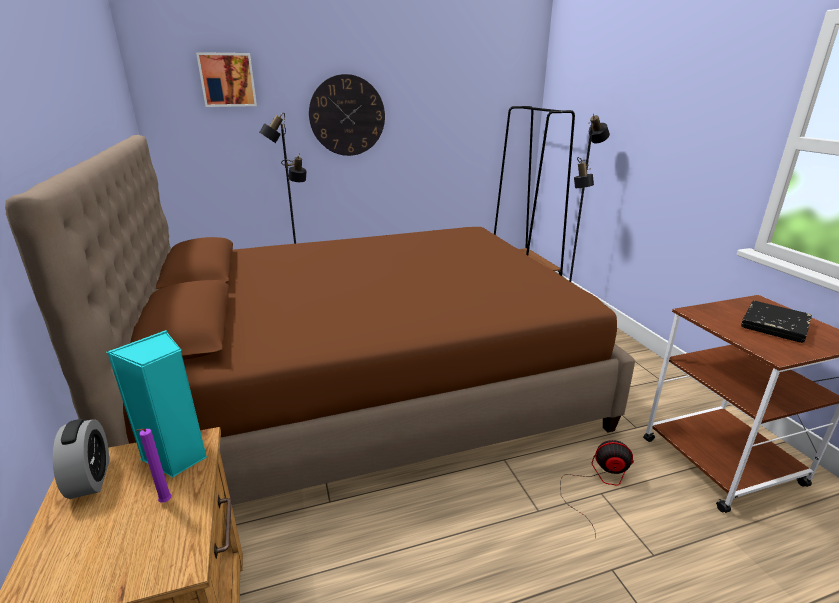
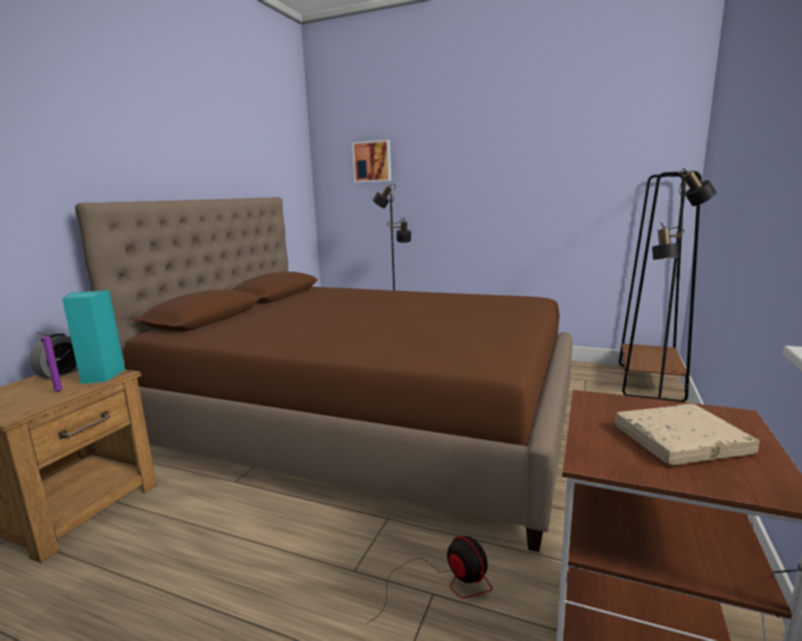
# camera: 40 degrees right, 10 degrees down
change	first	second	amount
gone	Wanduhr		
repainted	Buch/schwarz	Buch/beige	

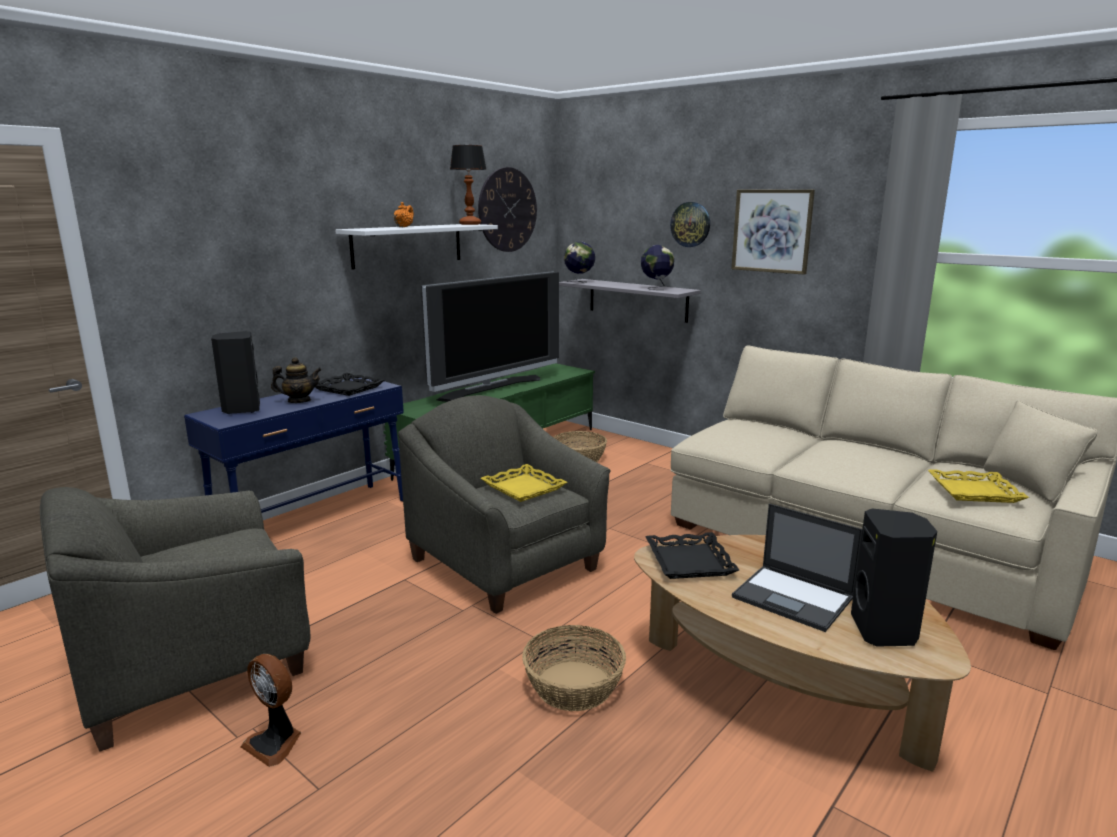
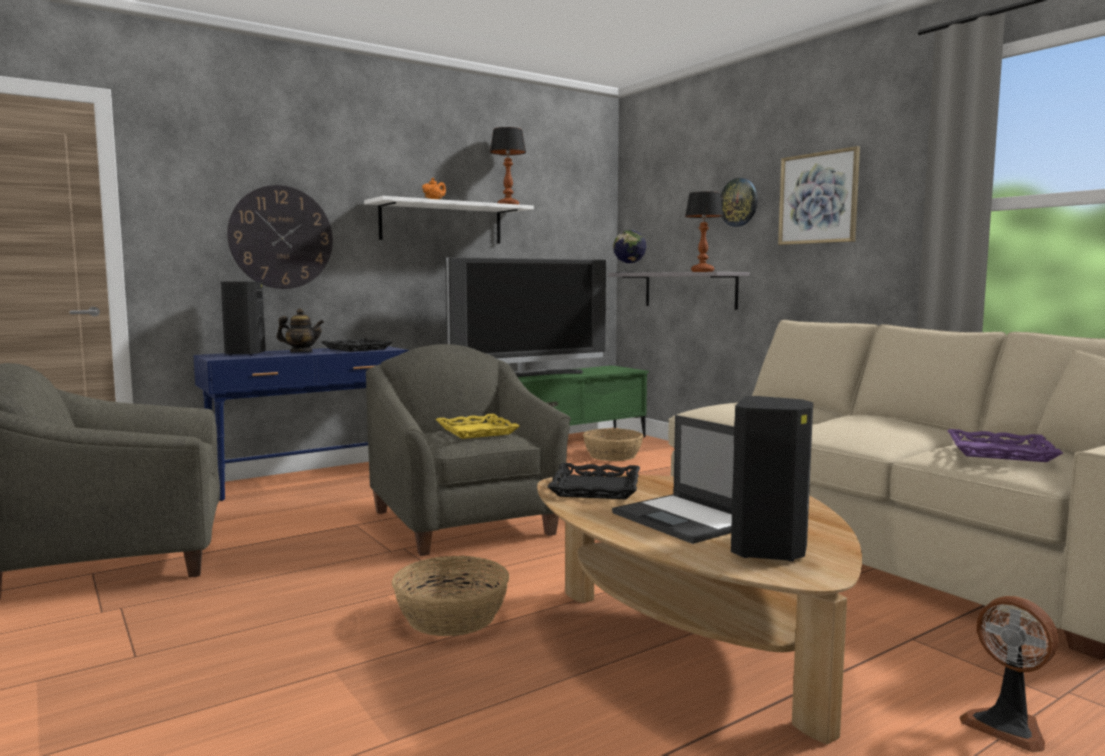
# camera: 15 degrees right, 10 degrees down
change	first	second	amount
shifted	Wanduhr (no. 1 from left)		
swapped	Globus (no. 2 from left)	Tischlampe (no. 2 from left)	
repainted	Tablett/gelb (no. 2 from left)	Tablett/lila	
shifted	Ventilator		

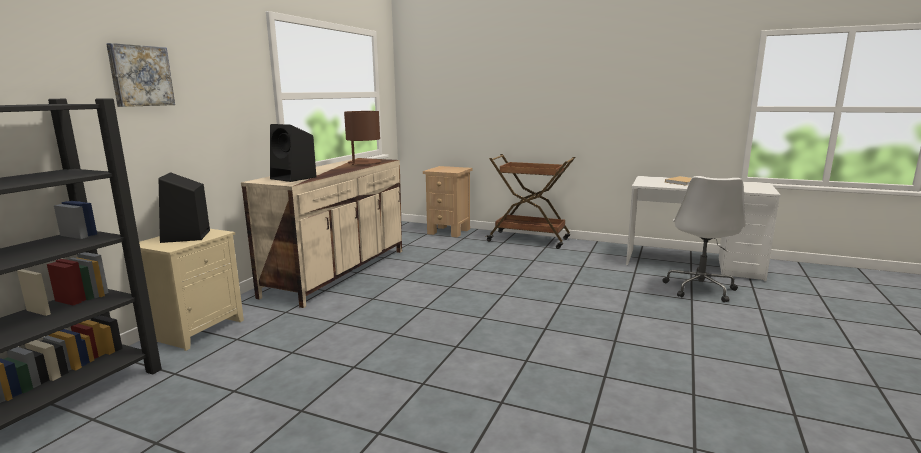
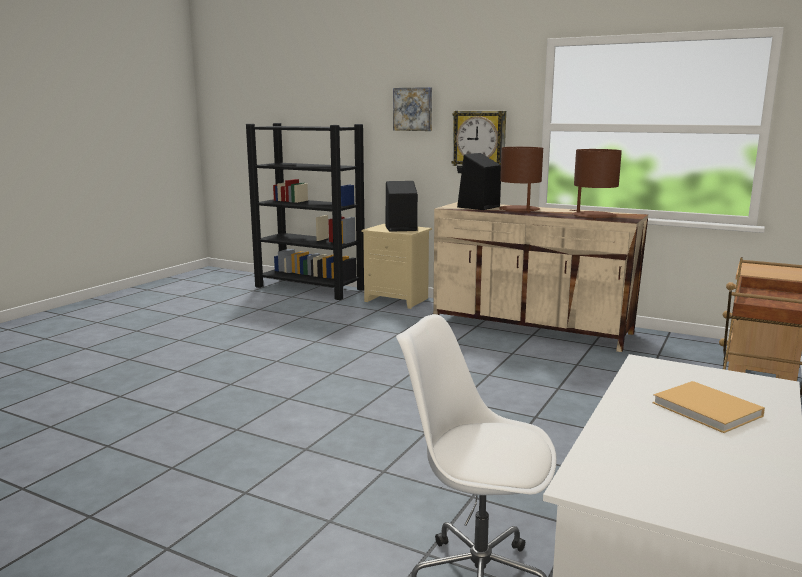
# camera: 95 degrees right, 0 degrees up
change	first	second	amount
new		Wanduhr	
new		Tischlampe/braun (no. 1 from left)	

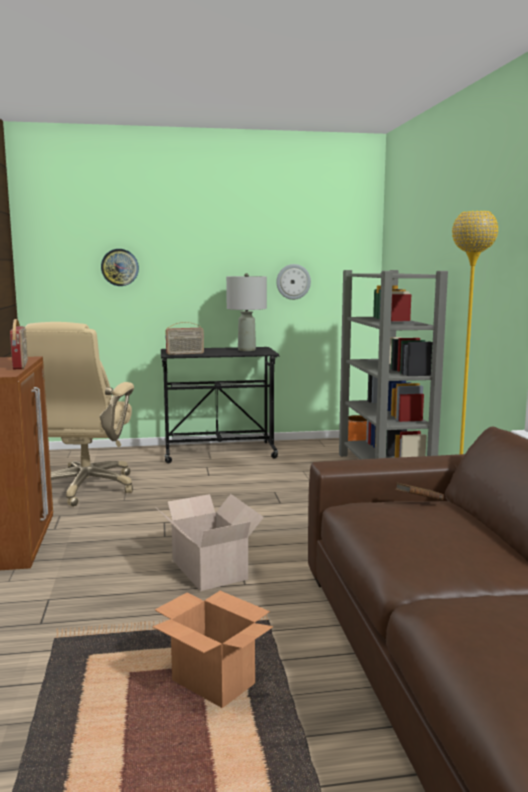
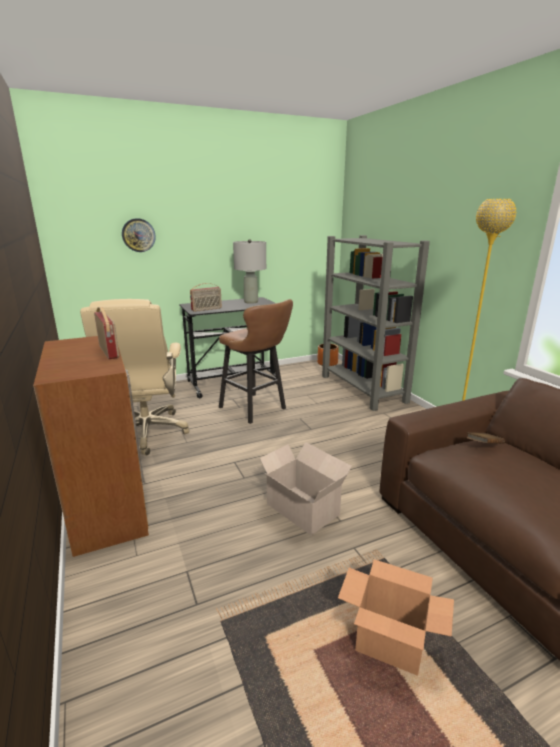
# camera: 15 degrees left, 10 degrees up
change	first	second	amount
gone	Wanduhr (no. 2 from left)		
new		Hocker/braun	

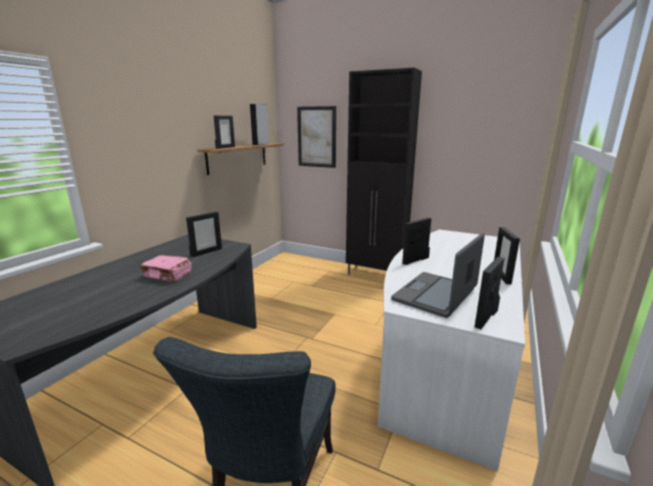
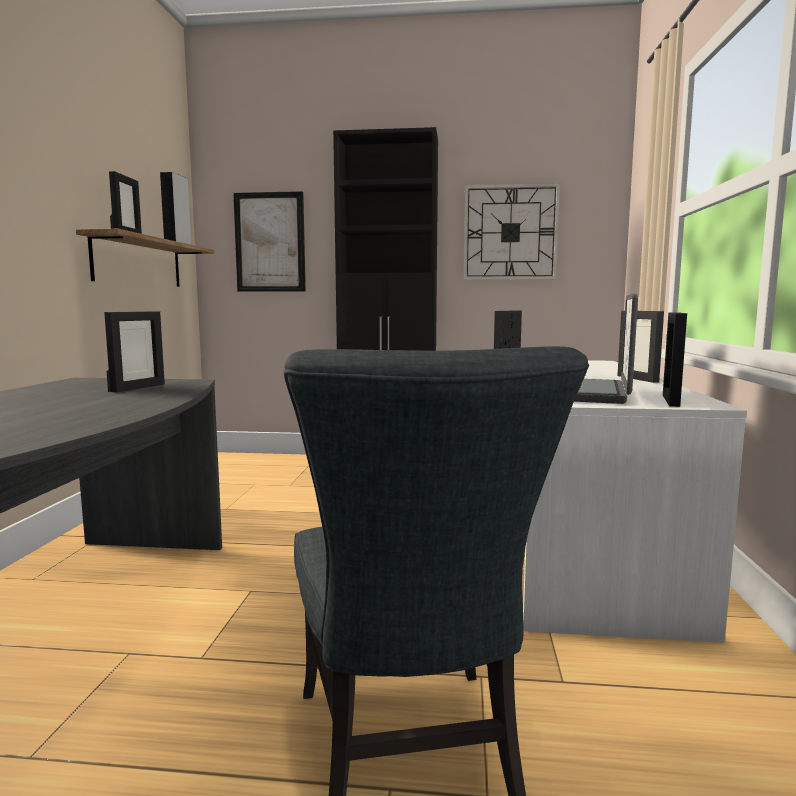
# camera: 20 degrees left, 10 degrees down
change	first	second	amount
gone	Buch/rosa		
new		Wanduhr	

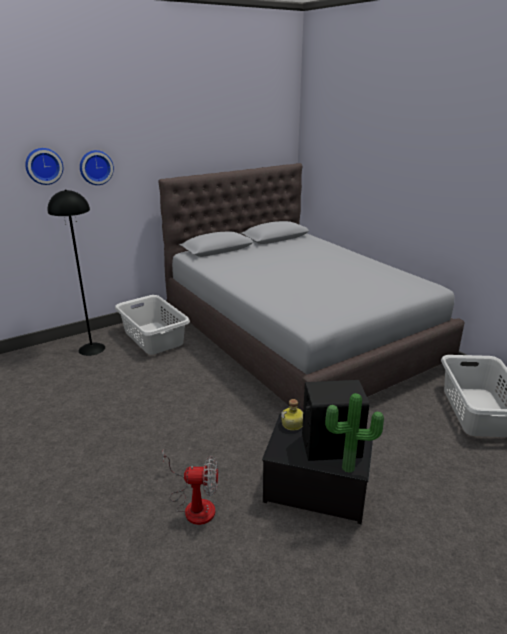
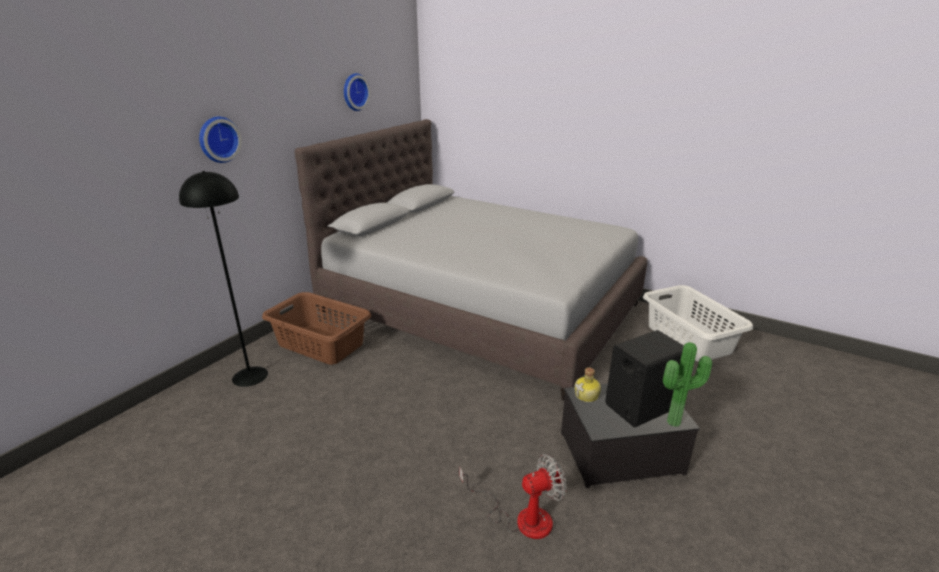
# camera: 25 degrees left, 0 degrees up
change	first	second	amount
shifted	Wanduhr (no. 1 from left in the first image)	Wanduhr (no. 2 from left)	
repainted	Wäschekorb/grau (no. 1 from left)	Wäschekorb/braun	

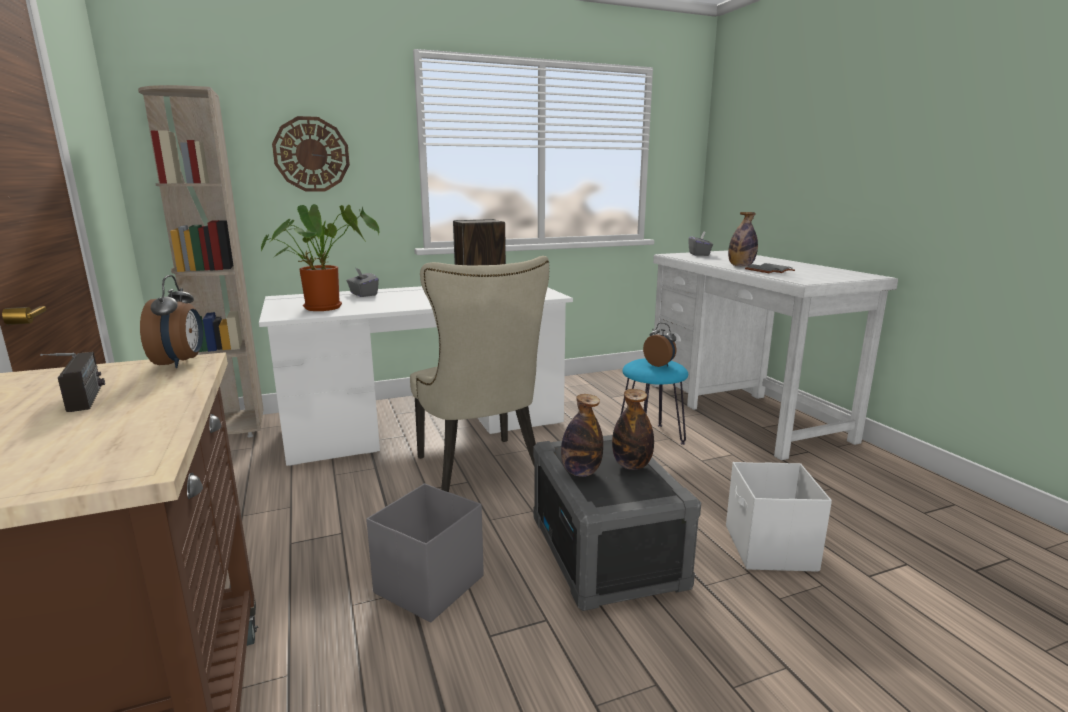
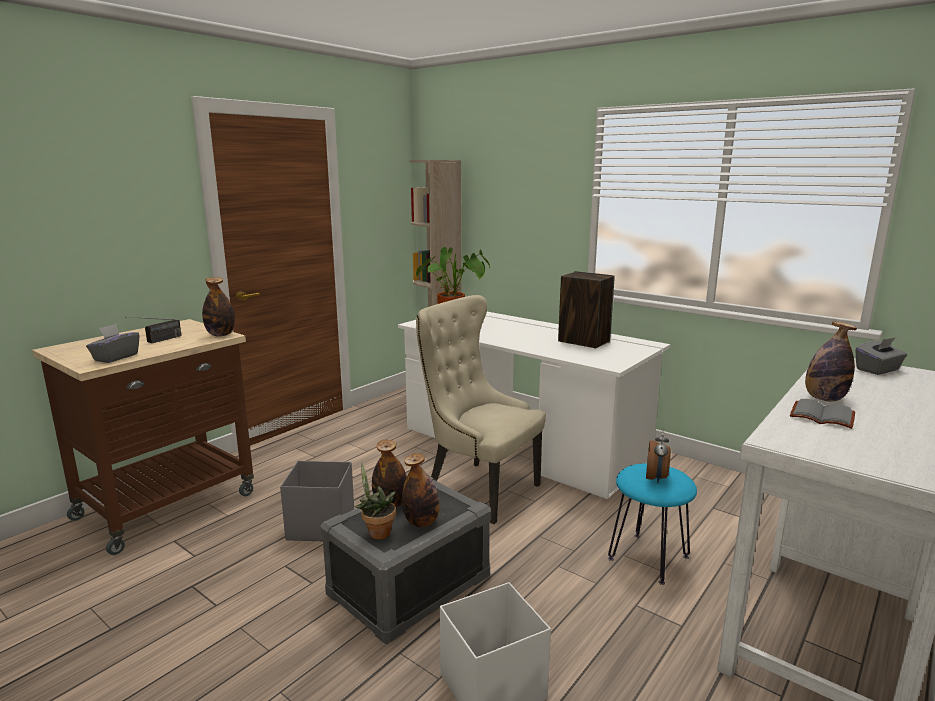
# camera: 60 degrees right, 0 degrees up
change	first	second	amount
gone	Wanduhr		
rotated	Stuhl/beige		90 degrees clockwise
shifted	Taschentuchbox/grau (no. 1 from left)		
swapped	Wecker (no. 1 from left)	Flasche (no. 1 from left)	
new		Topfpflanze (no. 1 from left)	

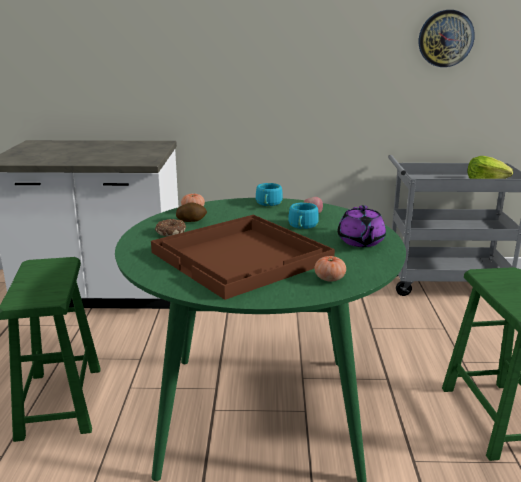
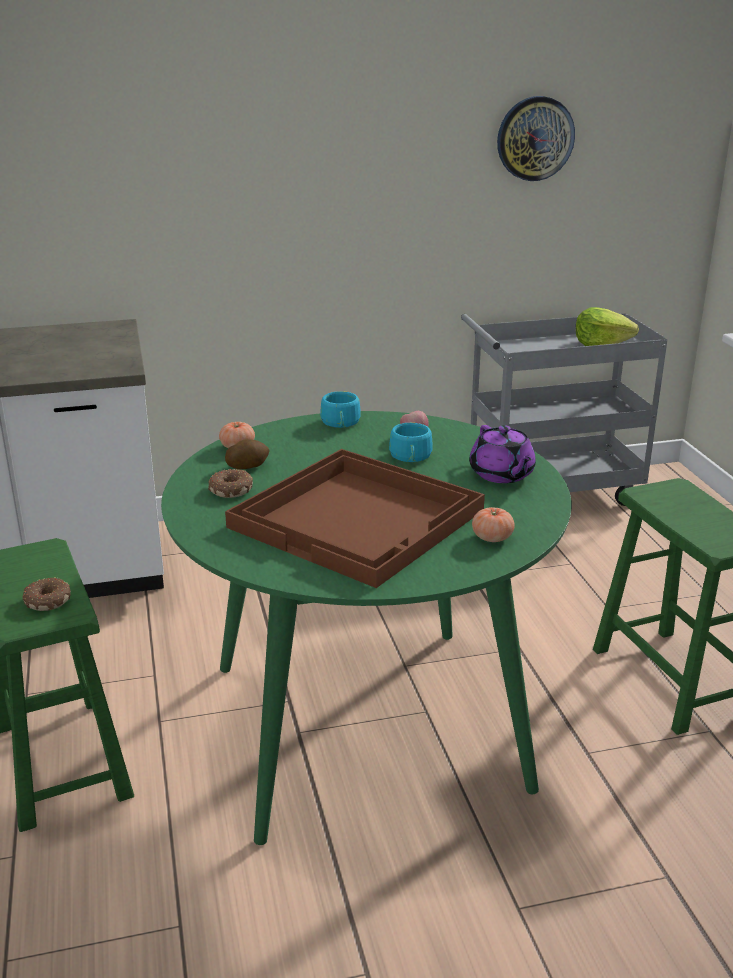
# camera: 15 degrees left, 5 degrees up
change	first	second	amount
new		Donut (no. 1 from left)	

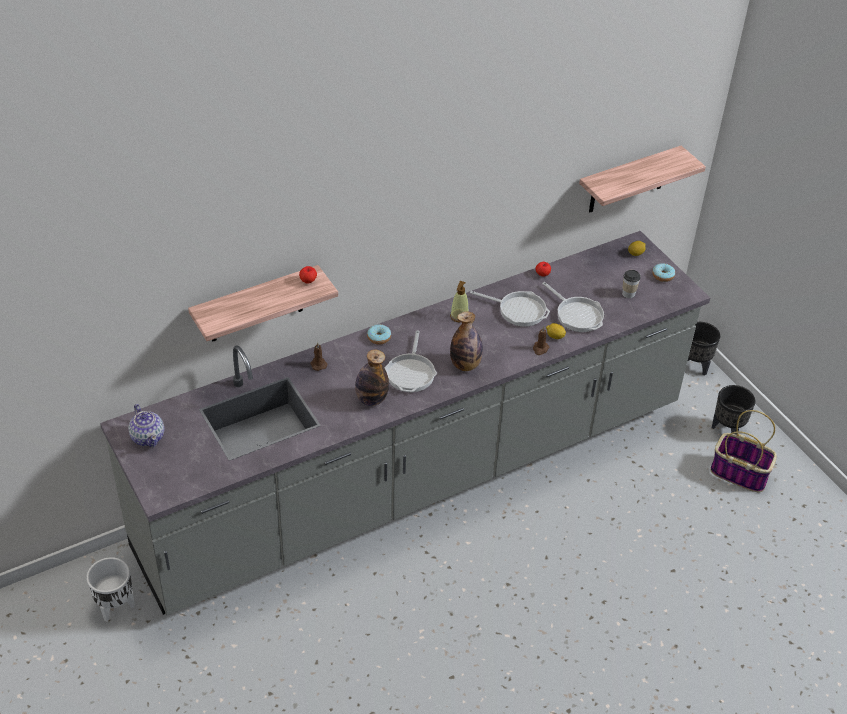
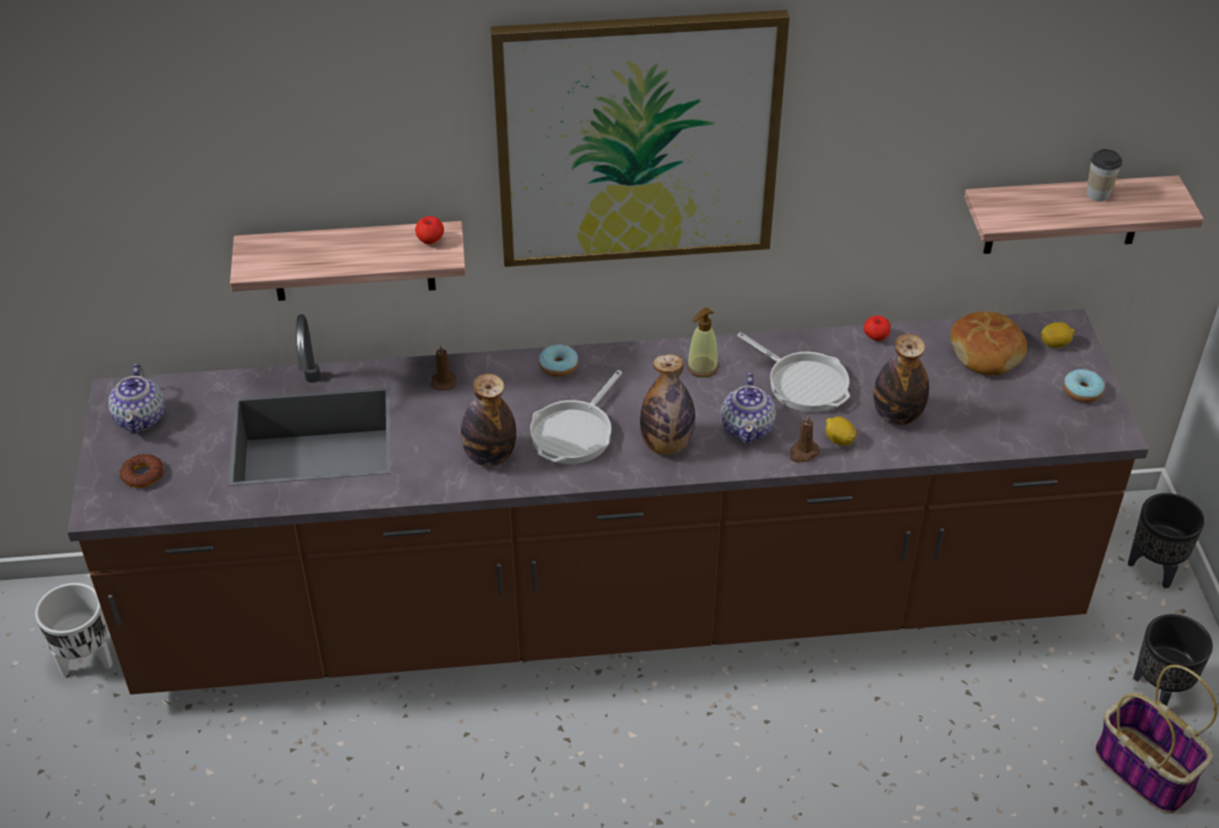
# camera: 25 degrees right, 0 degrees up
change	first	second	amount
repainted	Küchenzeile/grau	Küchenzeile/braun	
shifted	Tasse		
swapped	Pfanne (no. 3 from left)	Flasche (no. 3 from left)	
new		Bild	
new		Brot	
new		Teekanne (no. 2 from left)	
new		Donut (no. 1 from left)	

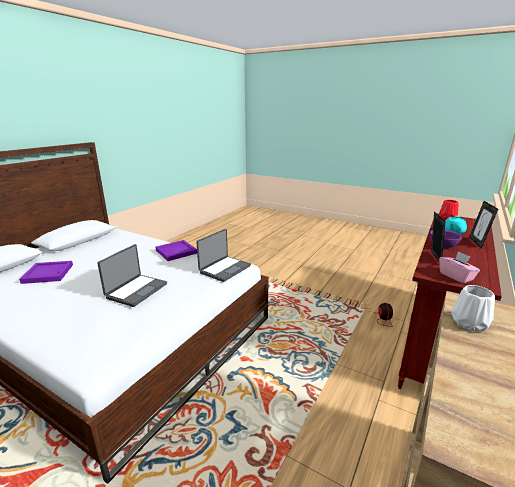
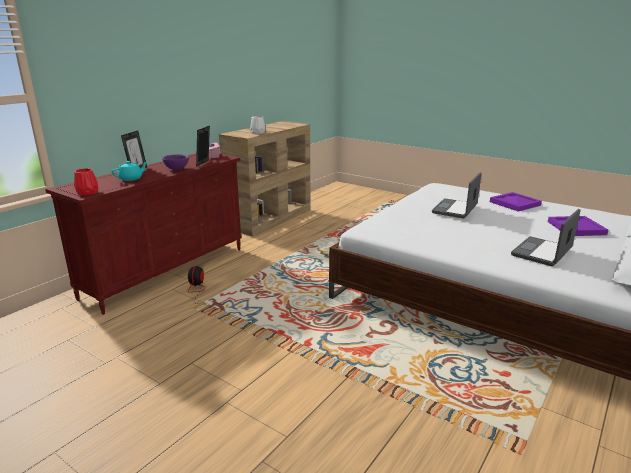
# camera: 175 degrees left, 0 degrees up
change	first	second	amount
shifted	Laptop (no. 2 from left)		
shifted	Tablett/lila (no. 2 from left in the first image)	Tablett/lila (no. 1 from left)	

